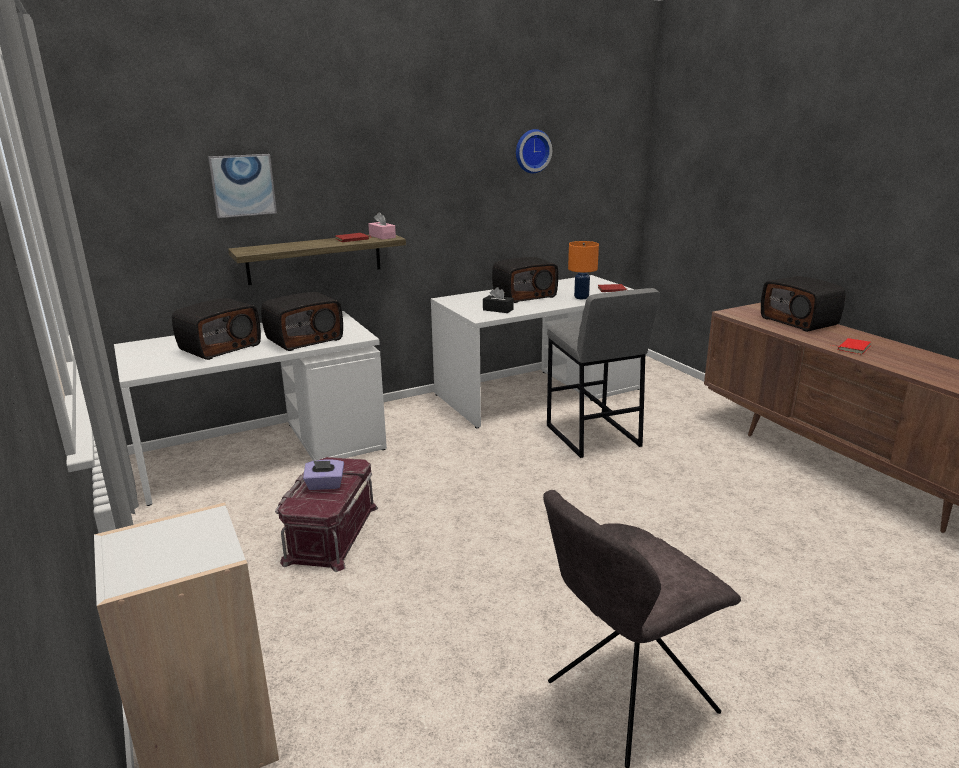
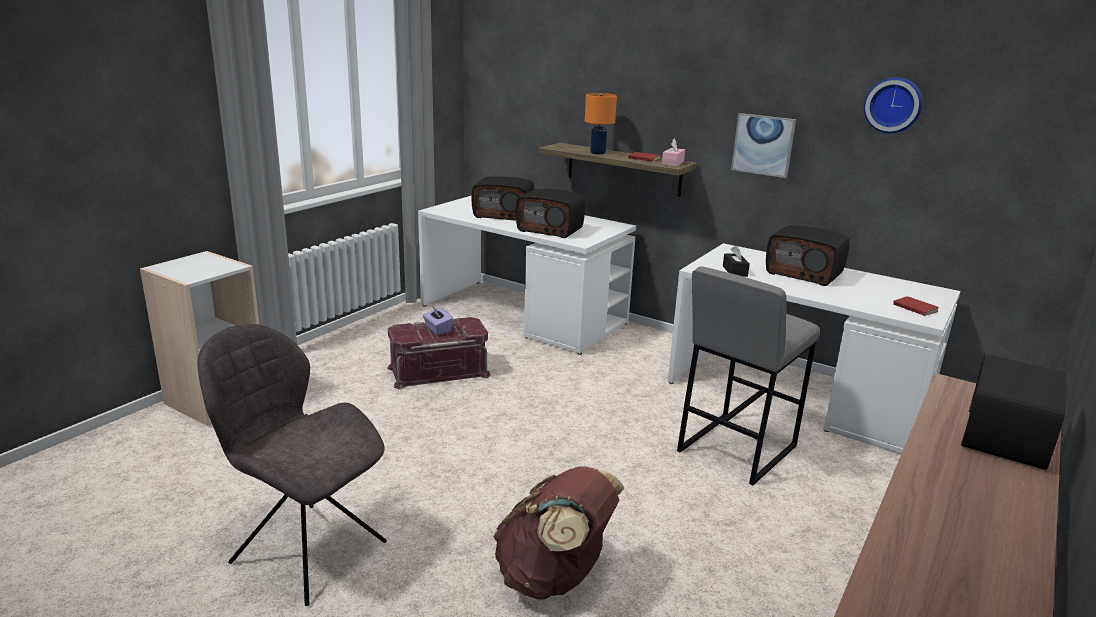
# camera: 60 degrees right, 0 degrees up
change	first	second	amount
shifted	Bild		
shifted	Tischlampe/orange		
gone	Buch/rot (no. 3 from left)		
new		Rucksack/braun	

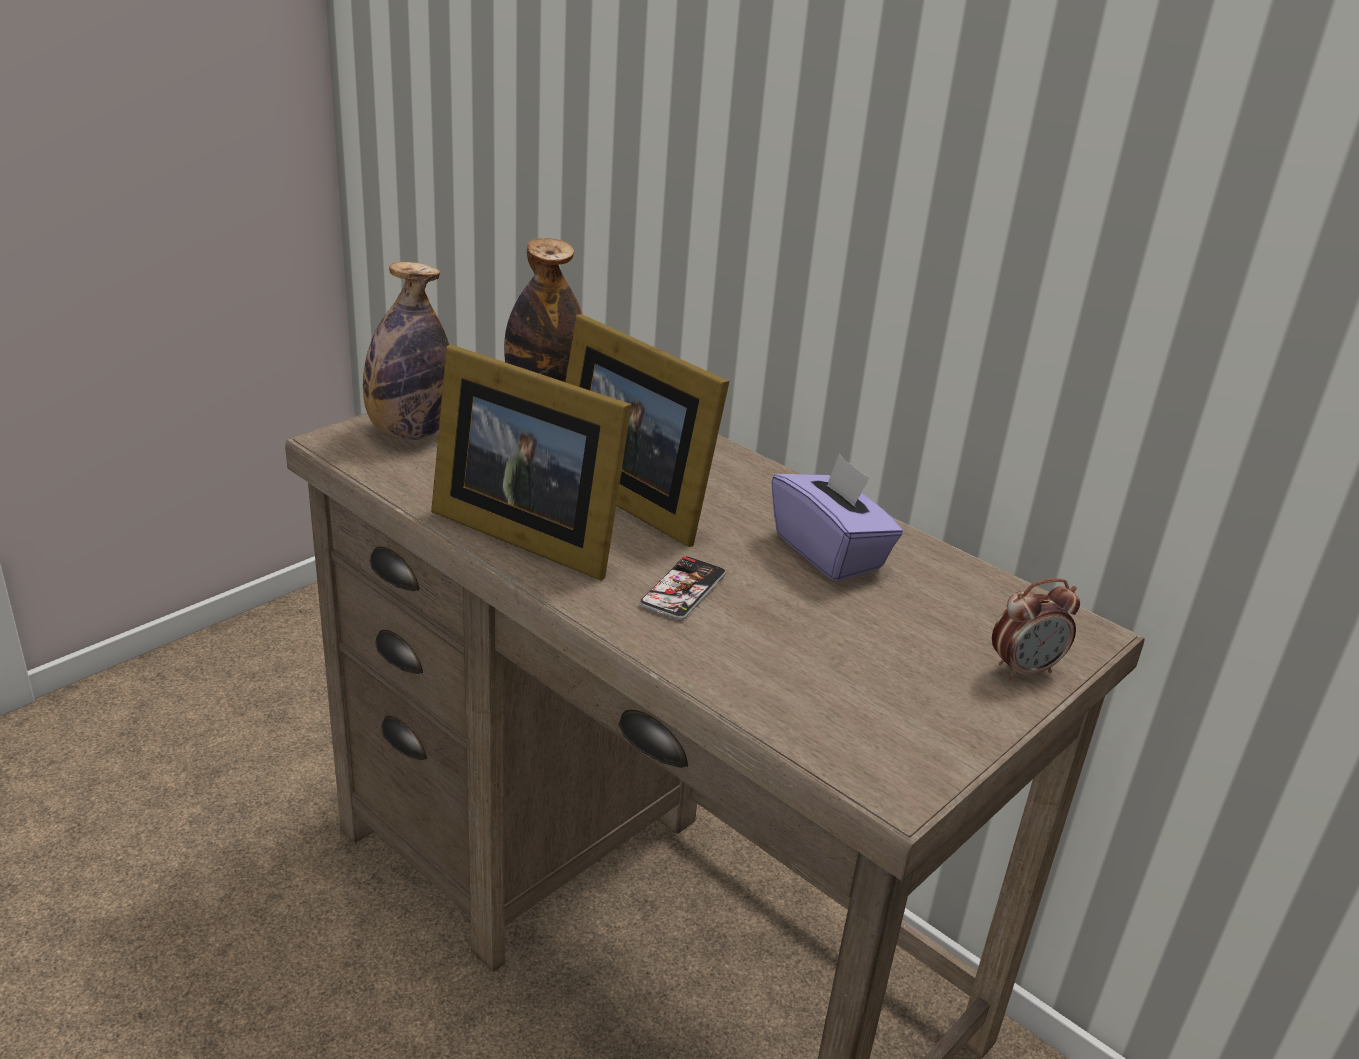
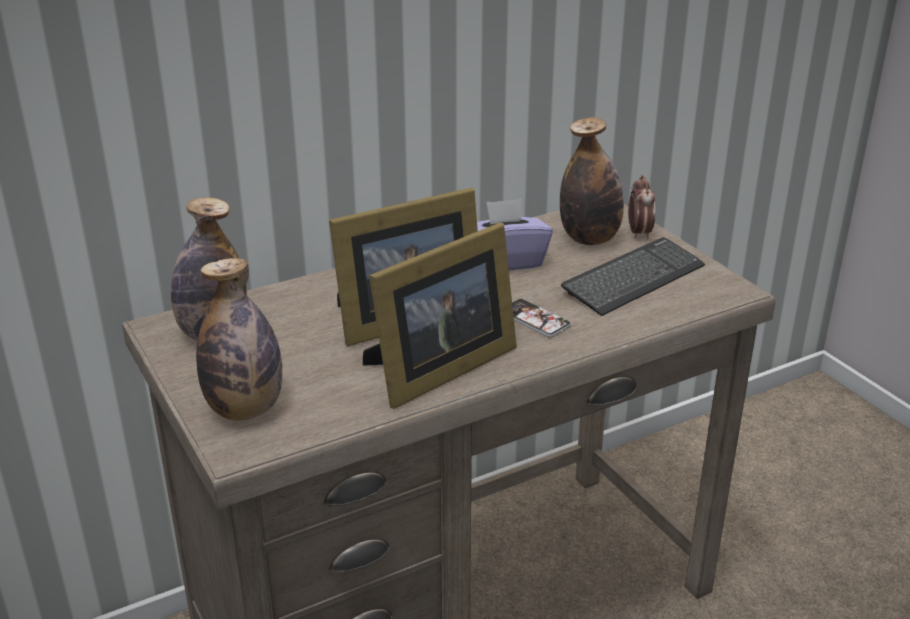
# camera: 70 degrees left, 0 degrees up
change	first	second	amount
new		Flasche (no. 3 from left)	
new		Tastatur	

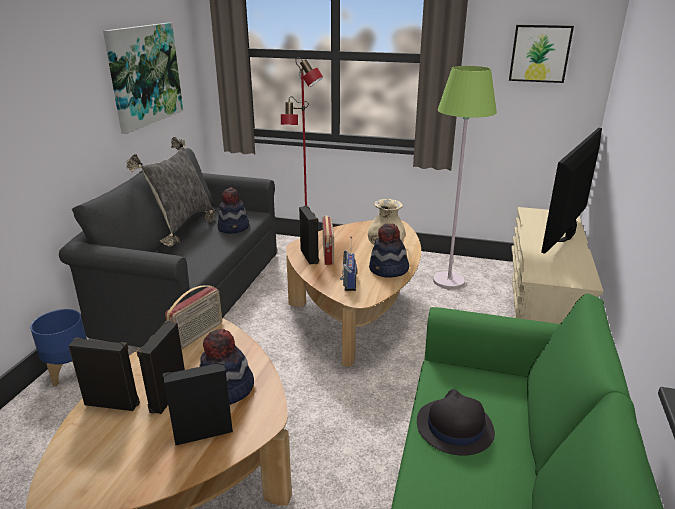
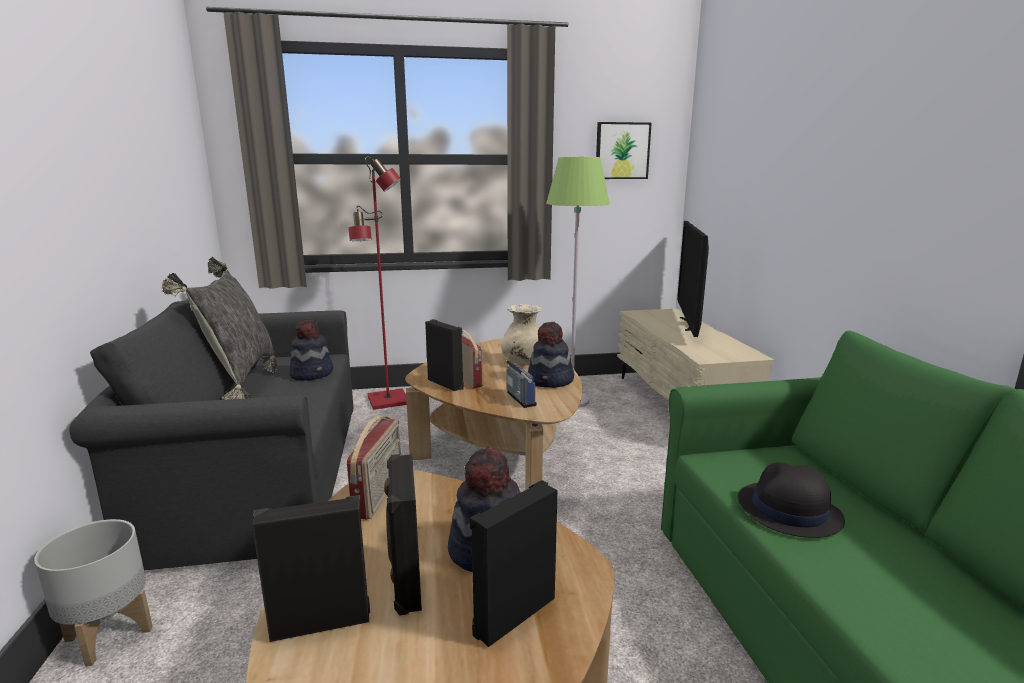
# camera: 25 degrees left, 10 degrees down
change	first	second	amount
gone	Bild (no. 1 from left)		
repainted	Pflanzkübel/blau	Pflanzkübel/grau	

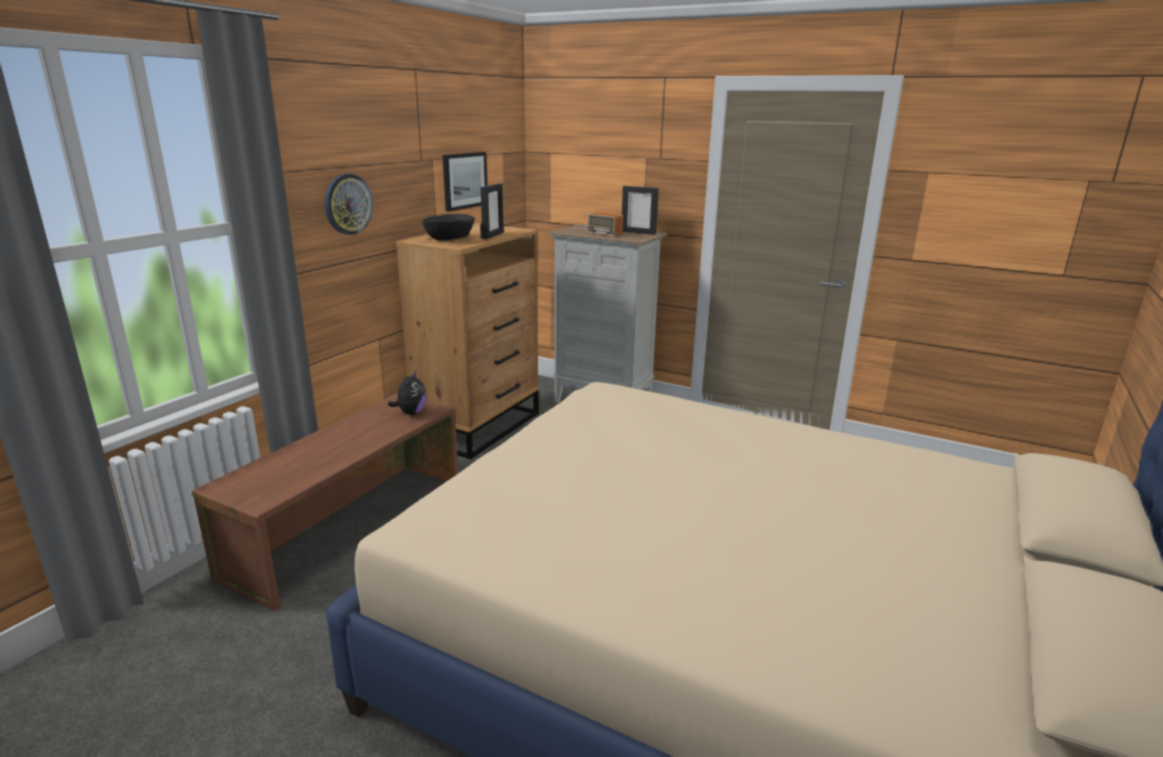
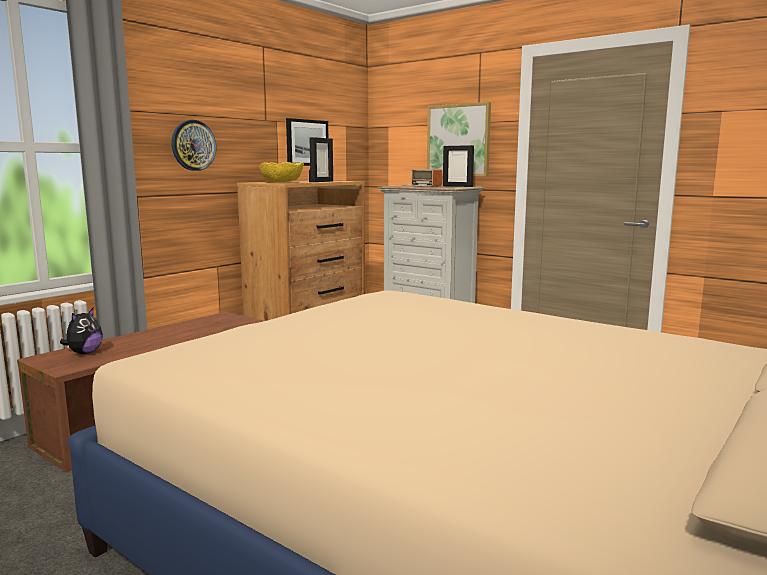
# camera: 10 degrees right, 10 degrees down
change	first	second	amount
repainted	Schüssel/schwarz	Schüssel/gelb	
shifted	Plüschtier		
new		Bild (no. 2 from left)	

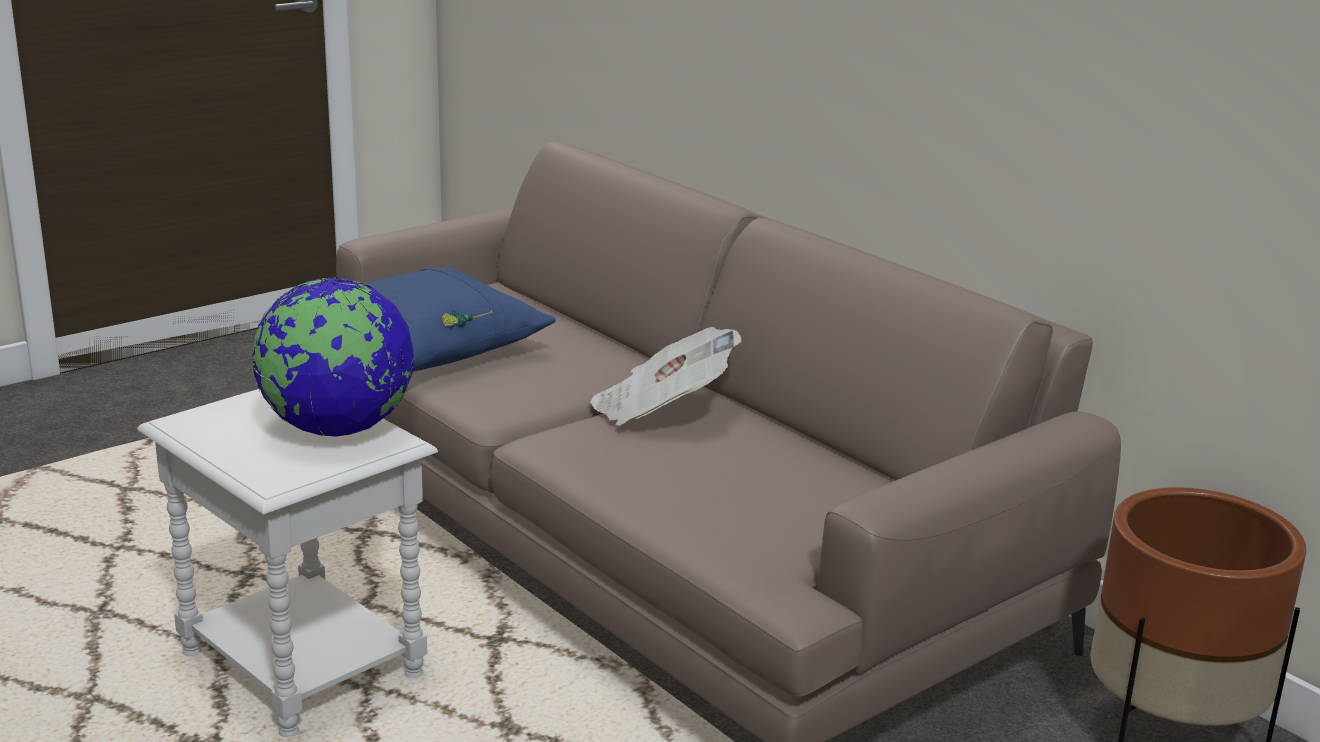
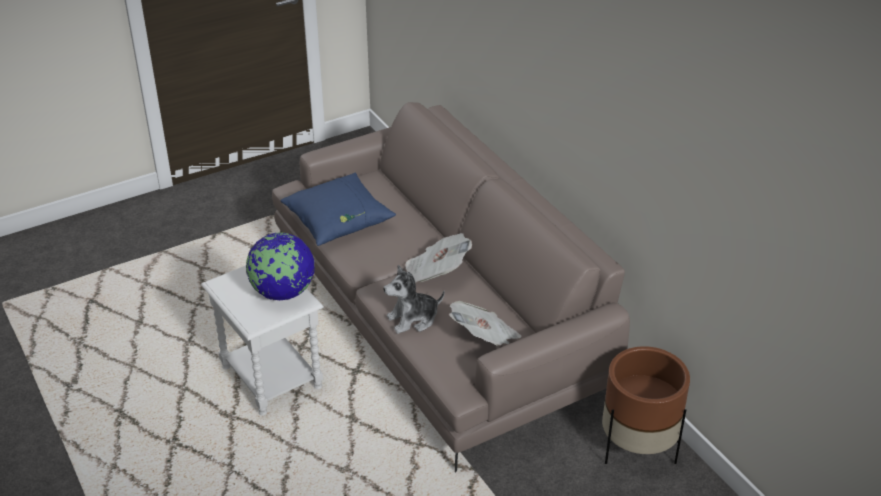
# camera: 10 degrees right, 15 degrees up
change	first	second	amount
new		Plüschtier	
new		Zeitung (no. 2 from left)	

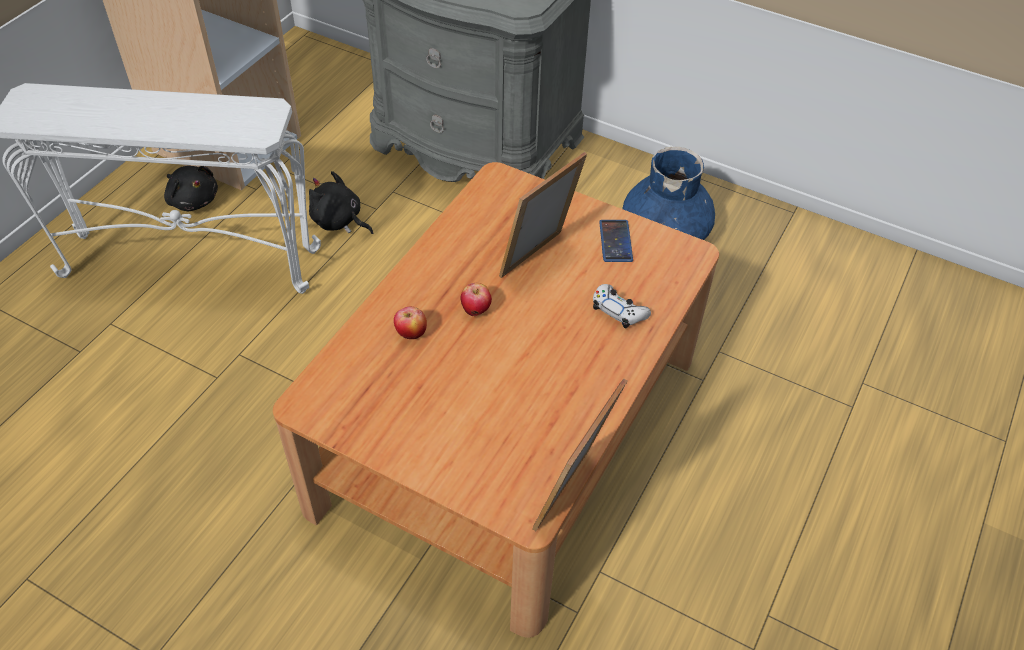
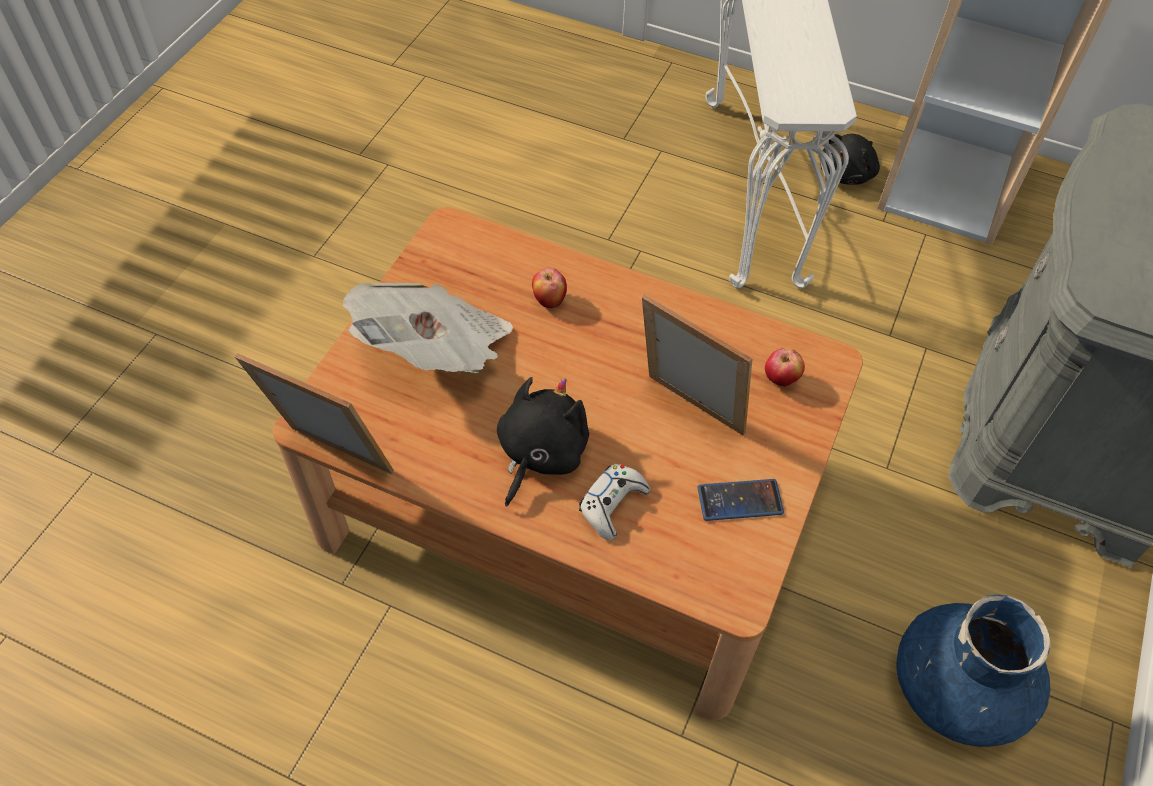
# camera: 85 degrees right, 5 degrees up
change	first	second	amount
shifted	Plüschtier/schwarz (no. 2 from left in the first image)	Plüschtier/schwarz (no. 1 from left)	
shifted	Apfel (no. 2 from left)		
new		Zeitung	

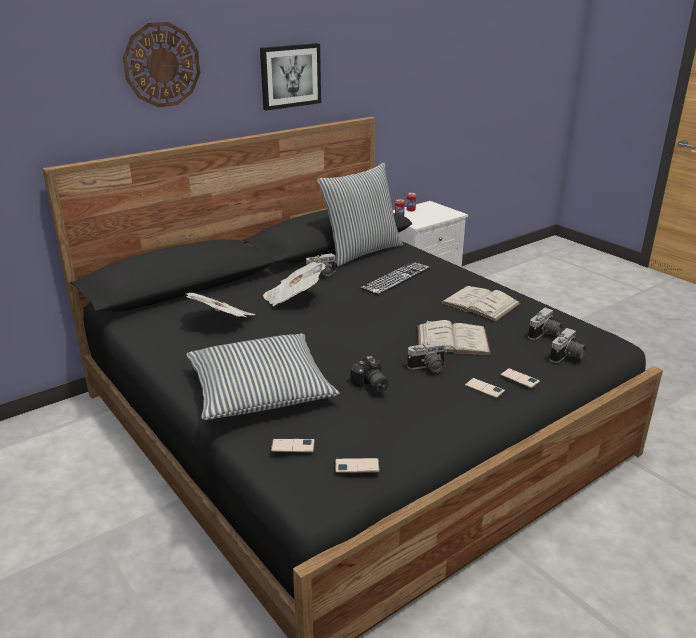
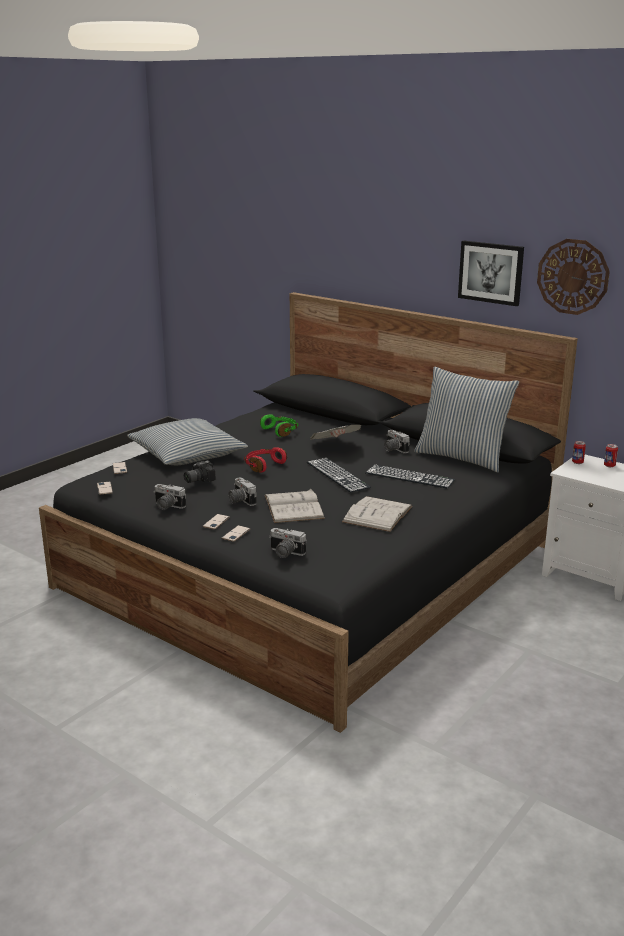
# camera: 75 degrees right, 5 degrees down
change	first	second	amount
shifted	Wanduhr		
swapped	Zeitung (no. 1 from left)	Kopfhörer/grün	
shifted	Kamera (no. 4 from left in the first image)	Kamera (no. 1 from left)	
new		Kopfhörer/rot	
new		Tastatur (no. 1 from left)	

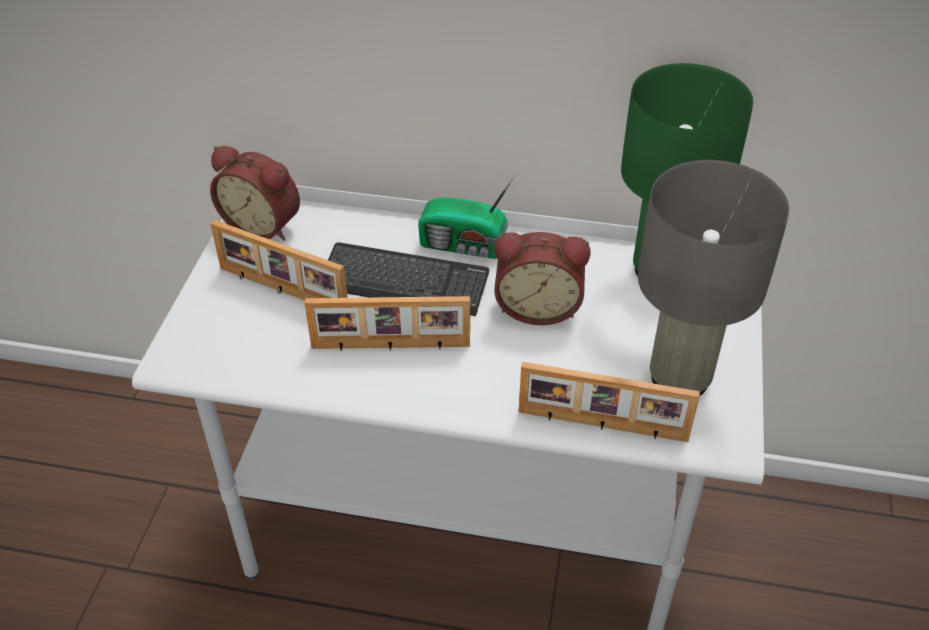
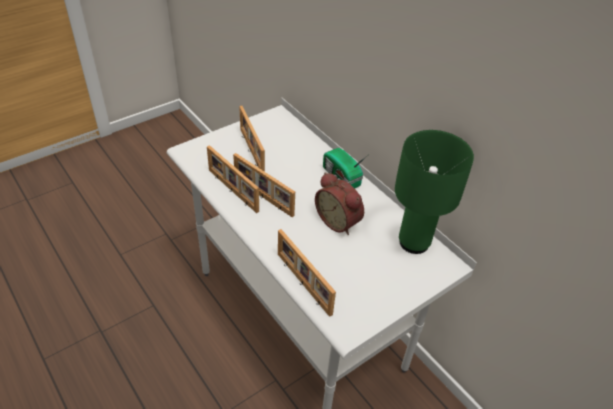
# camera: 40 degrees right, 0 degrees up
change	first	second	amount
gone	Wecker (no. 1 from left)		
gone	Tischlampe/grau		
gone	Tastatur		
new		Bilderrahmen (no. 1 from left)	

